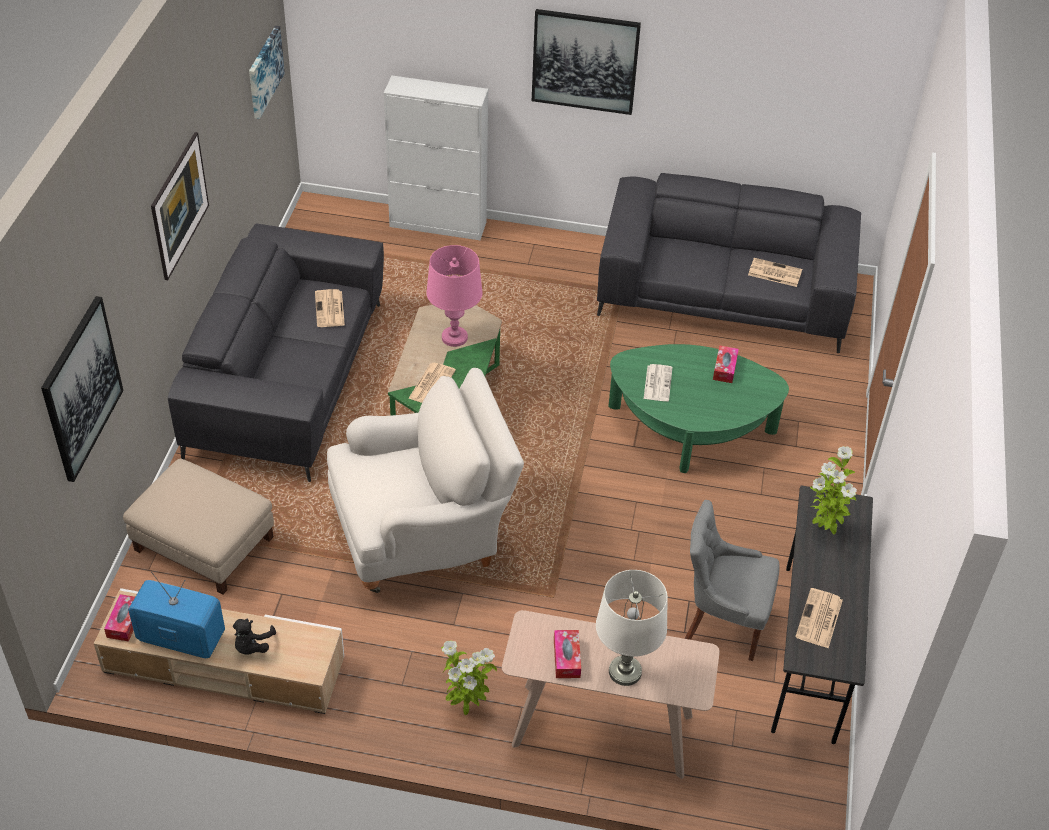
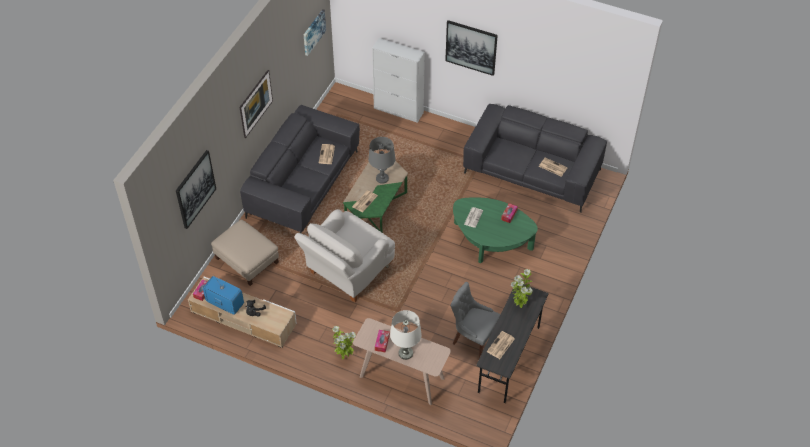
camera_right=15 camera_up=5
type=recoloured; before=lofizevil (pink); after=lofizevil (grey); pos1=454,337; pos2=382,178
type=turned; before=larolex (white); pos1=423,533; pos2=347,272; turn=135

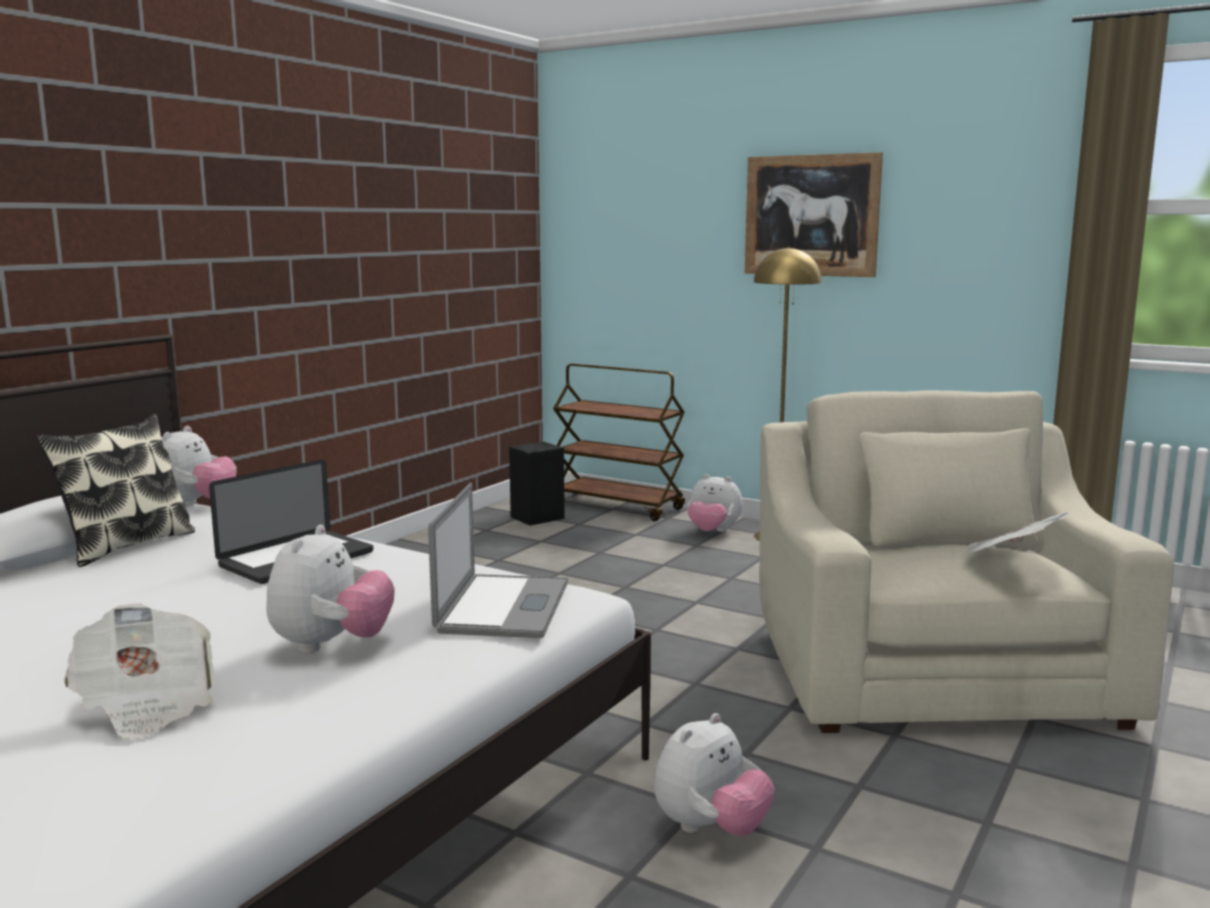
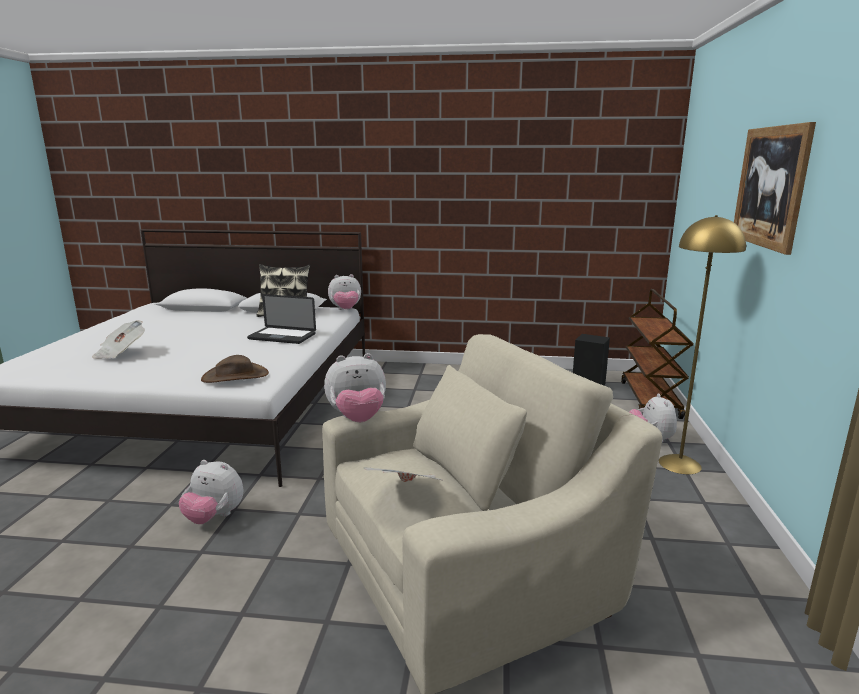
camera_right=65 camera_up=5
type=moved; before=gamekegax; pos1=331,645; pos2=357,419
type=replaced; before=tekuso; after=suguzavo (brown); pos1=504,606; pos2=235,376

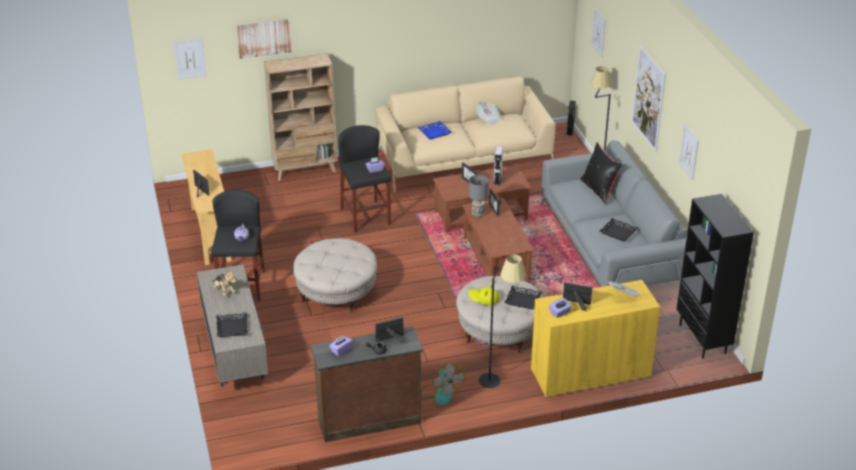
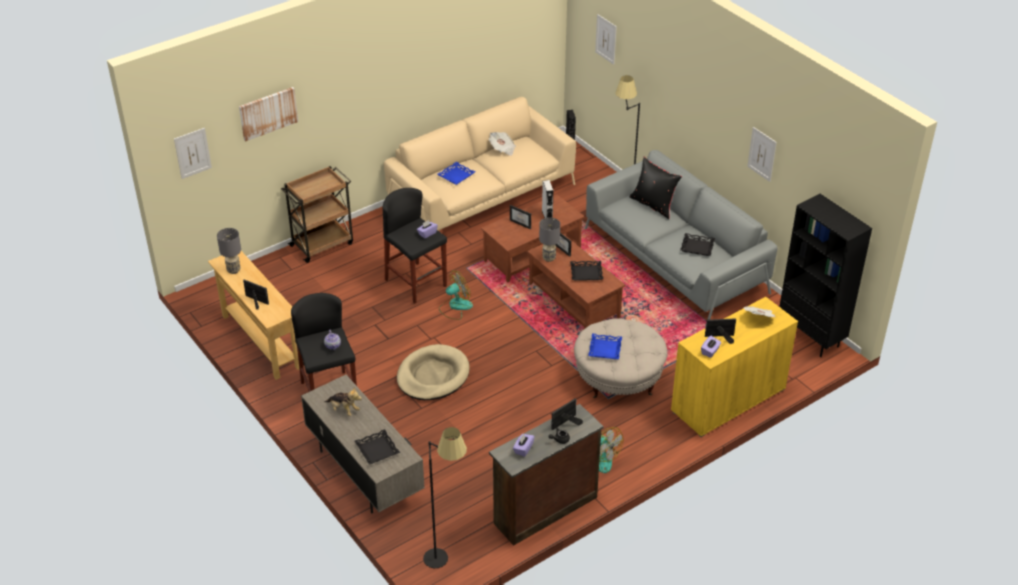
camera_right=-20 camera_up=5
type=removed; before=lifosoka; pos1=648,98
type=added; after=lofizevil (grey); pos2=233,270
type=added; after=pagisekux; pos2=455,306
type=moved; before=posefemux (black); pos1=499,380; pos2=446,554
type=moved; before=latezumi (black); pos1=523,300; pos2=586,273
type=replaced; before=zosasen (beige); after=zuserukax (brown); pos1=305,170; pos2=323,244
type=replaced; before=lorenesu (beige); after=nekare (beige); pos1=336,292; pos2=433,375
type=replaced; before=suguzavo (yellow); after=latezumi (blue); pos1=484,298; pos2=605,349

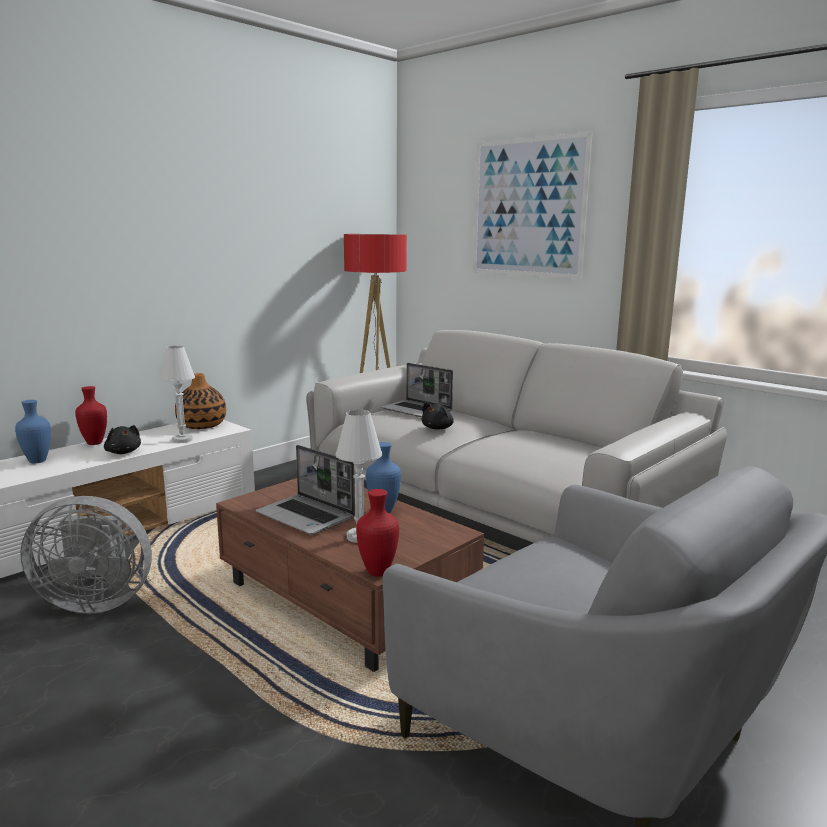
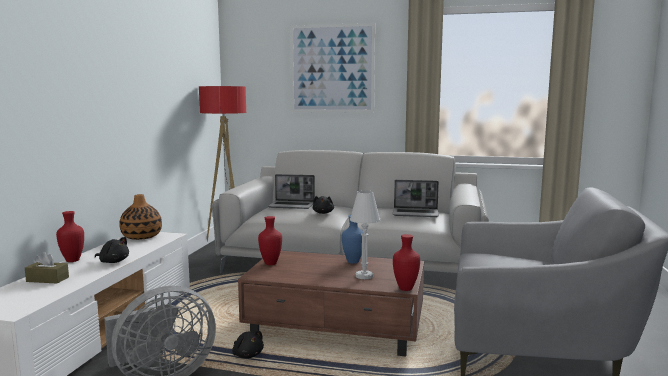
camera_right=-30 camera_up=-5
type=removed; before=lofizevil (white); pos1=182,440
type=added; after=gamekegax (black); pos2=247,355
type=added; after=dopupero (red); pos2=270,263
type=moved; before=tekuso; pos1=307,516; pos2=416,213
type=replaced; before=dopupero (blue); after=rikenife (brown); pos1=38,461; pos2=47,279

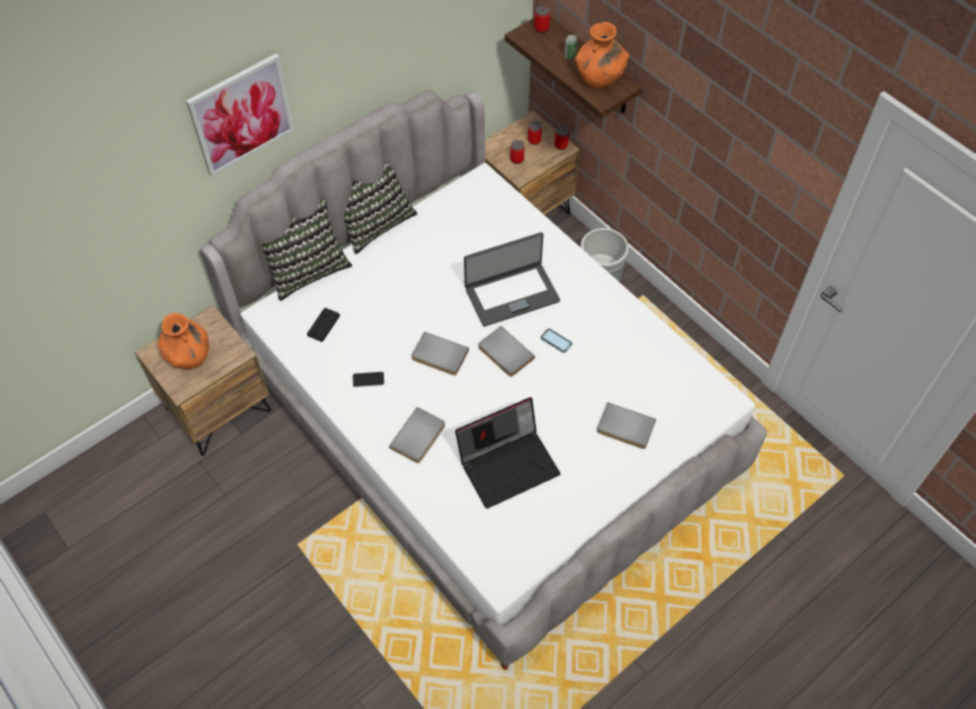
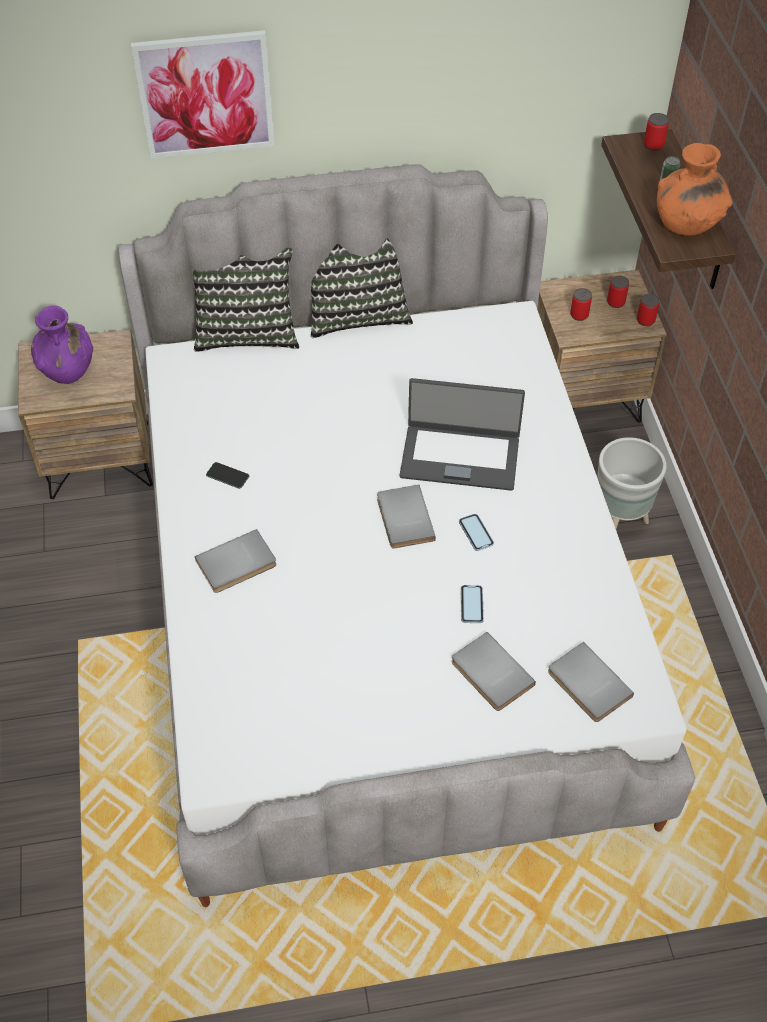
camera_right=30 camera_up=-5
type=removed; before=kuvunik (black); pos1=323,325
type=removed; before=tekuso; pos1=509,464
type=added; after=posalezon; pos2=471,605
type=moved; before=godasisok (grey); pos1=439,356; pos2=587,685
type=recoloured; before=dopupero (orange); after=dopupero (purple); pos1=189,356; pos2=67,370

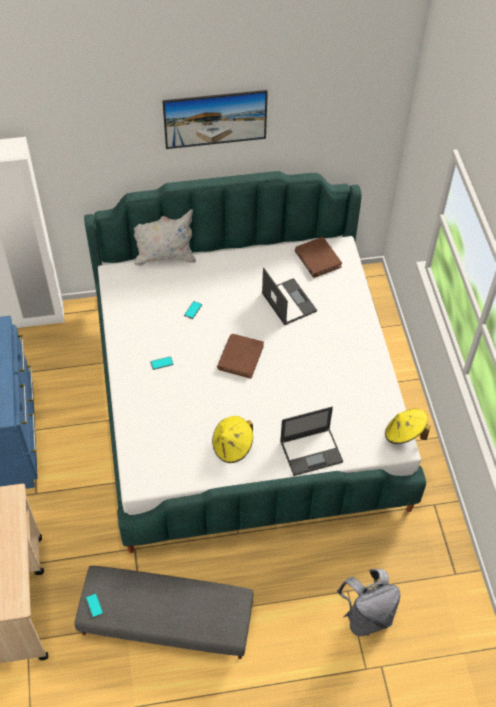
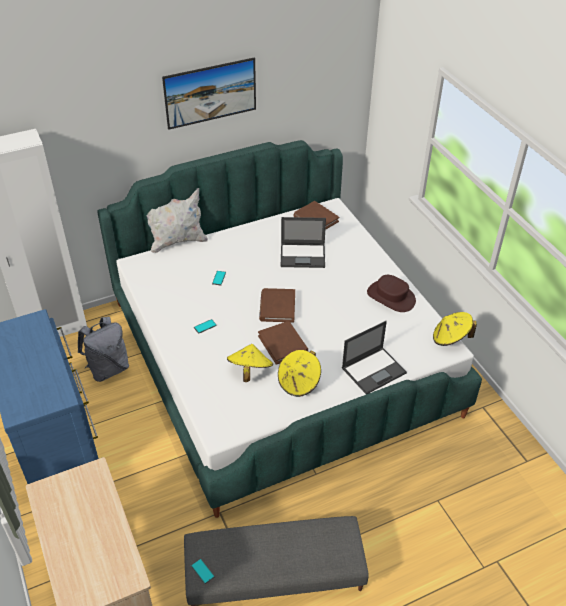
camera_right=-15 camera_up=-10
type=added; after=suguzavo (yellow); pos2=249,371
type=added; after=godasisok (brown); pos2=283,344
type=added; after=suguzavo (brown); pos2=391,297
type=moved; before=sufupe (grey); pos1=366,616; pos2=108,369
type=turned; before=tekuso; pos1=288,301; pos2=303,255; turn=135

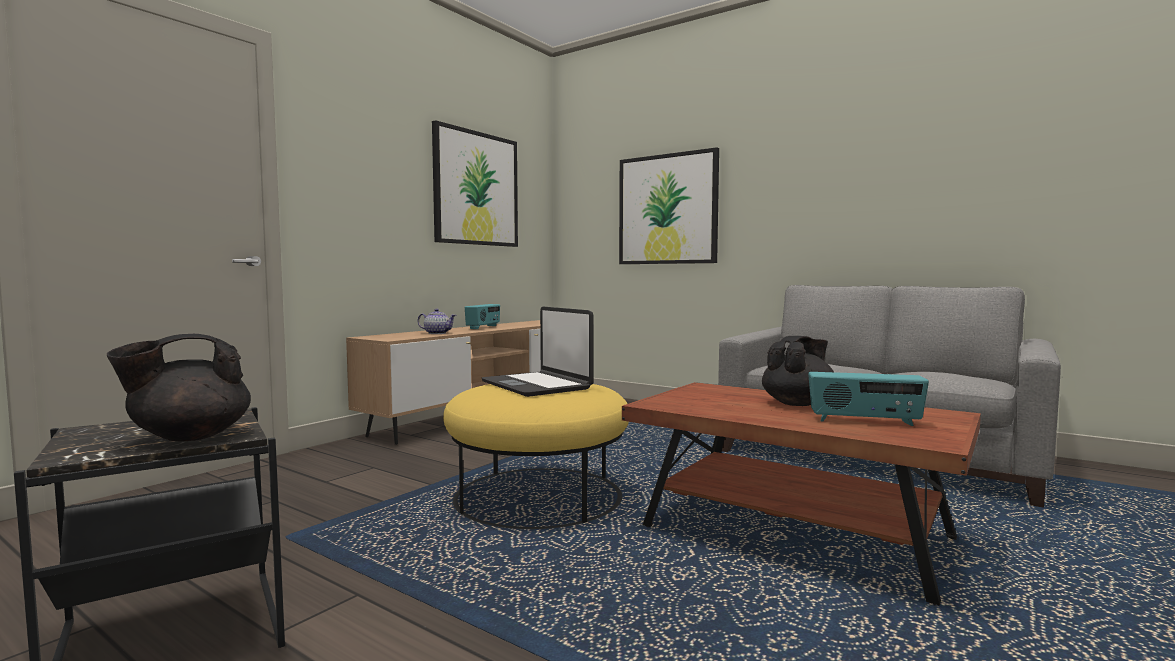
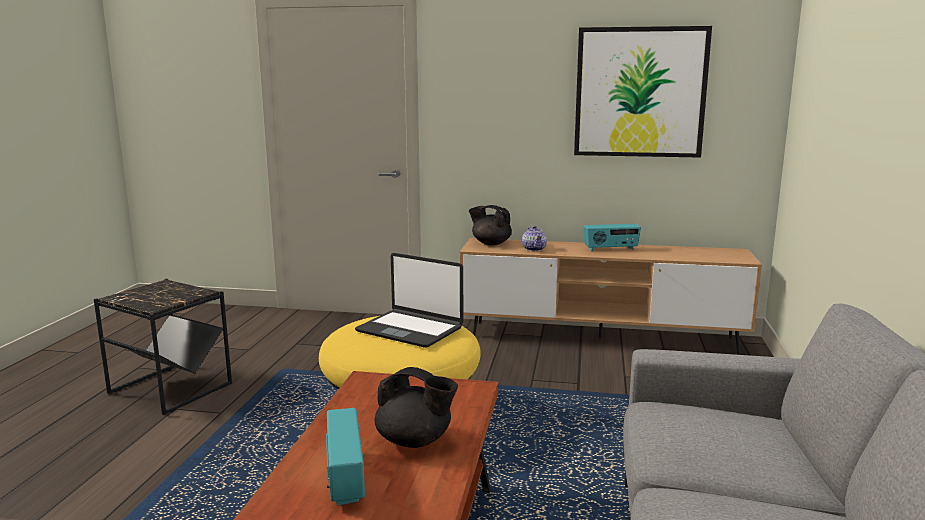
camera_right=65 camera_up=10
type=removed; before=lifosoka; pos1=667,209
type=moved; before=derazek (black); pos1=189,436; pos2=490,243
type=turned; before=tekuso; pos1=537,385; pos2=410,329; turn=-90

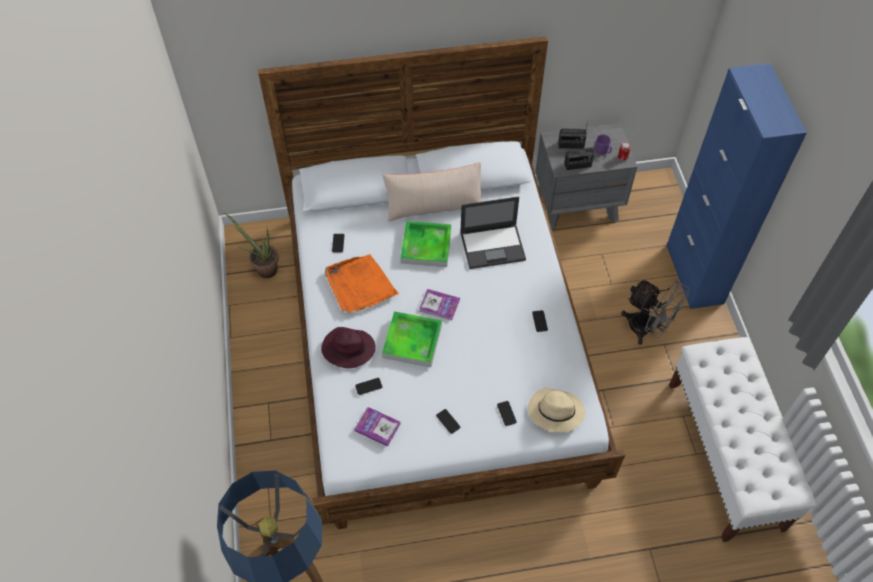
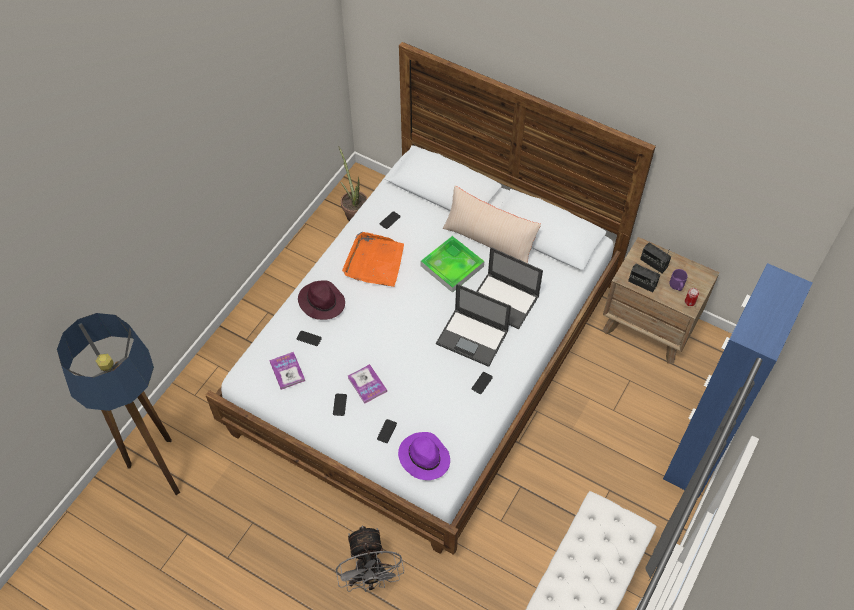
camera_right=40 camera_up=0
type=removed; before=latezumi; pos1=412,341
type=added; after=tekuso; pos2=473,337
type=moved; before=godasisok; pos1=439,305; pos2=367,384
type=moved; before=pagisekux (grey); pos1=647,329; pos2=370,577
type=recoloured; before=suguzavo (beige); after=suguzavo (purple); pos1=554,411; pos2=423,457
type=recoloured; before=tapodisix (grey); after=tapodisix (brown); pos1=577,205; pos2=649,327

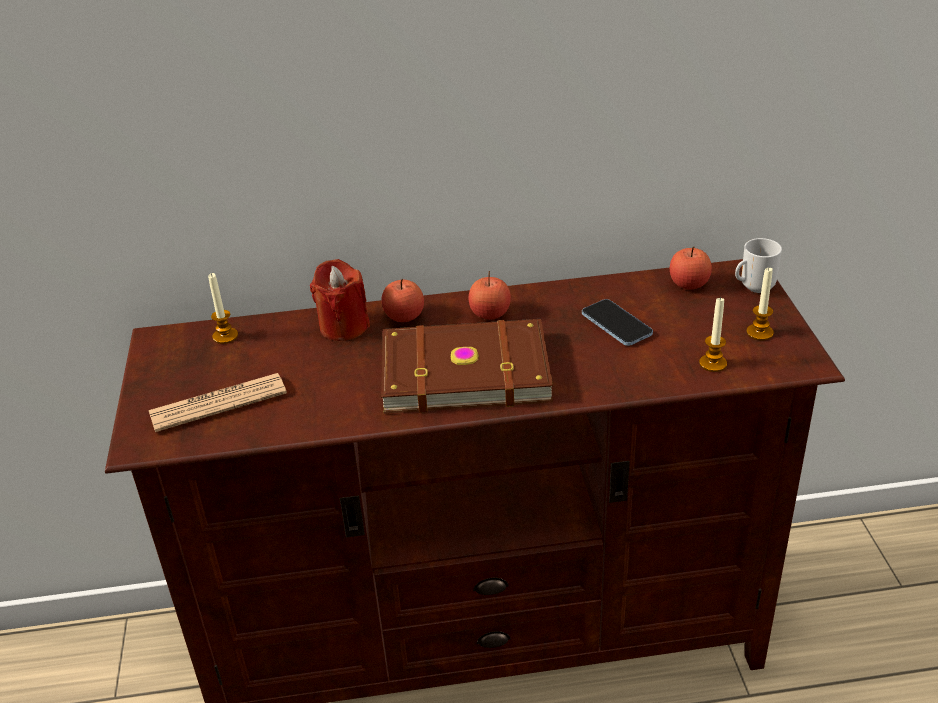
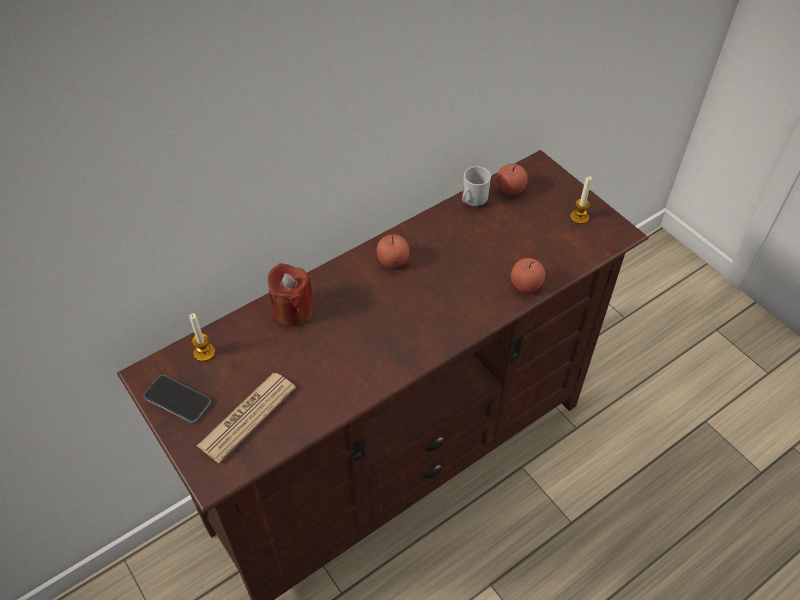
camera_right=-30 camera_up=15
type=removed; before=godasisok (brown); pos1=464,370
type=removed; before=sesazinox; pos1=713,363
type=moved; before=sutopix; pos1=404,316; pos2=526,285
type=moved; before=posalezon; pos1=616,324; pos2=177,400
type=moved; before=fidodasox; pos1=754,287; pos2=472,202

